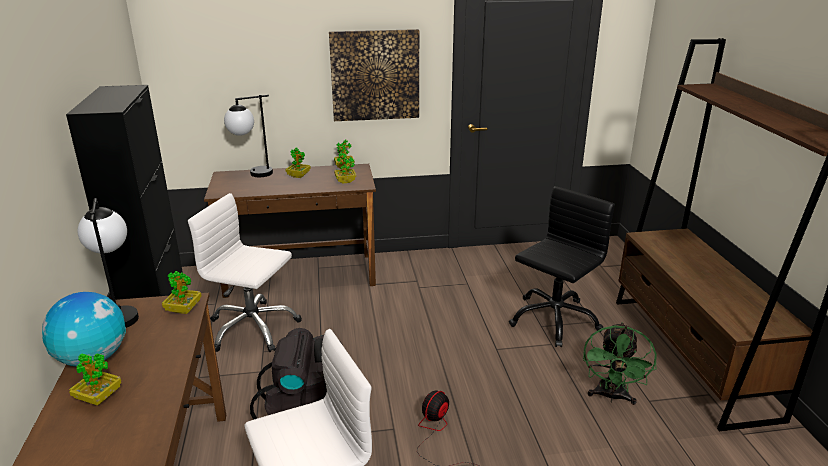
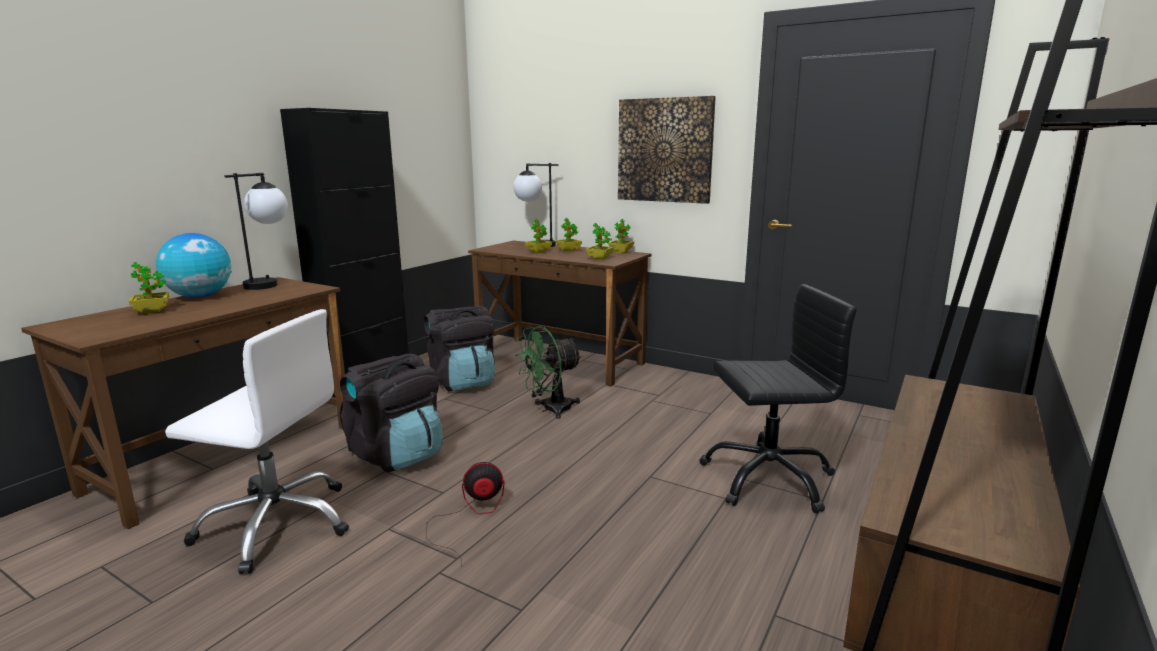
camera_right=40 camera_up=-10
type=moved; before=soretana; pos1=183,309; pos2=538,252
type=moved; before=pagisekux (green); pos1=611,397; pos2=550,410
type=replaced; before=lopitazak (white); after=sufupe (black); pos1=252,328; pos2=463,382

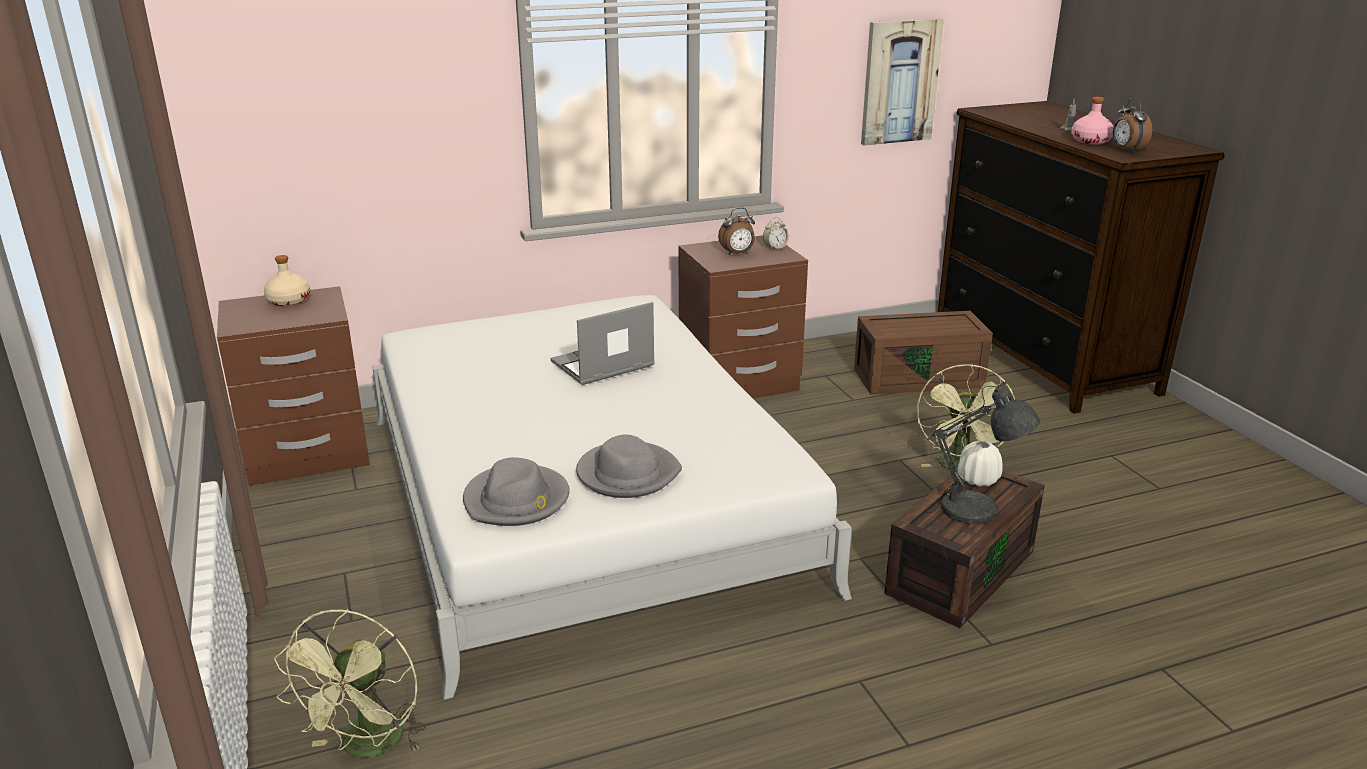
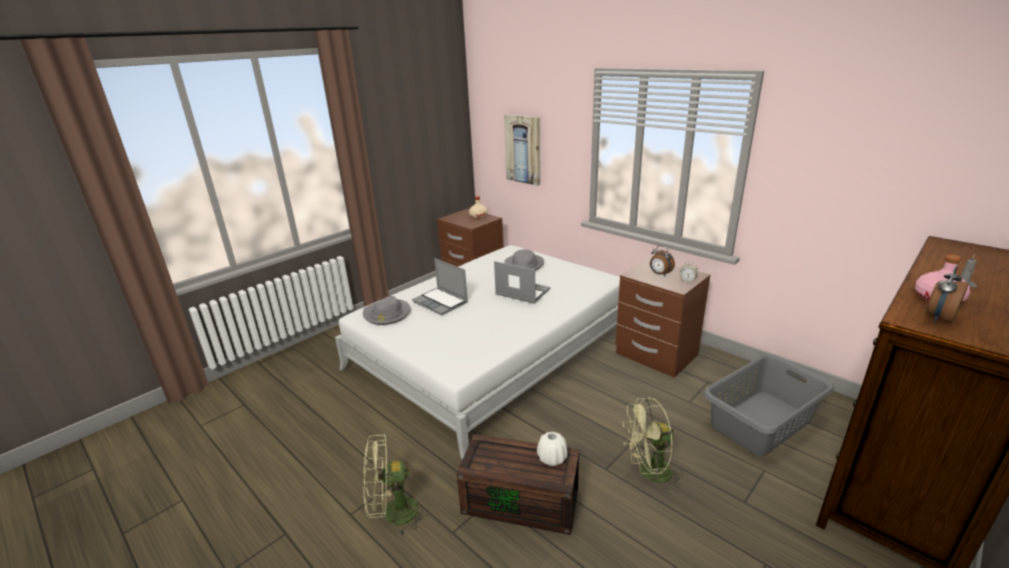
camera_right=65 camera_up=0
type=removed; before=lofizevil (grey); pos1=976,511
type=added; after=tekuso; pos2=441,302
type=moved; before=pagisekux (green); pos1=368,747; pos2=393,514
type=moved; before=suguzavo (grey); pos1=627,474; pos2=524,264
type=moved; before=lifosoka; pos1=899,82; pos2=523,149
type=replaced; before=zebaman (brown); after=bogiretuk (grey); pos1=919,377; pos2=762,422

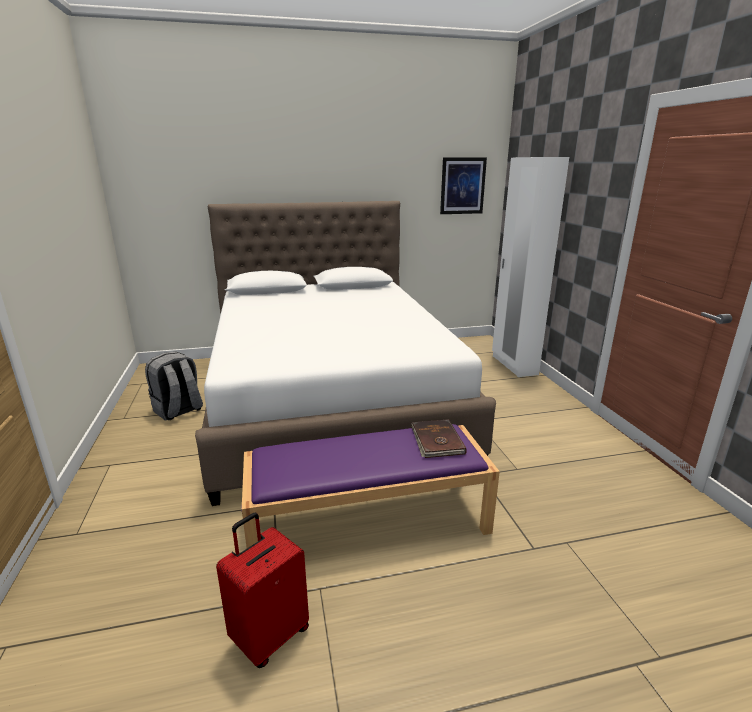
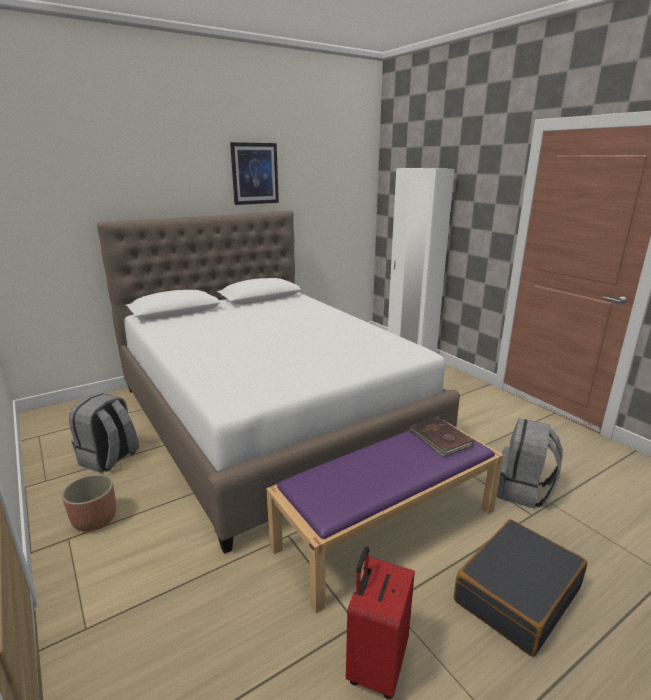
camera_right=-20 camera_up=0
type=added; after=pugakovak; pos2=95,520
type=added; after=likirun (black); pos2=516,594
type=added; after=sufupe (grey); pos2=523,491
type=moved; before=lifosoka; pos1=462,186; pos2=255,173

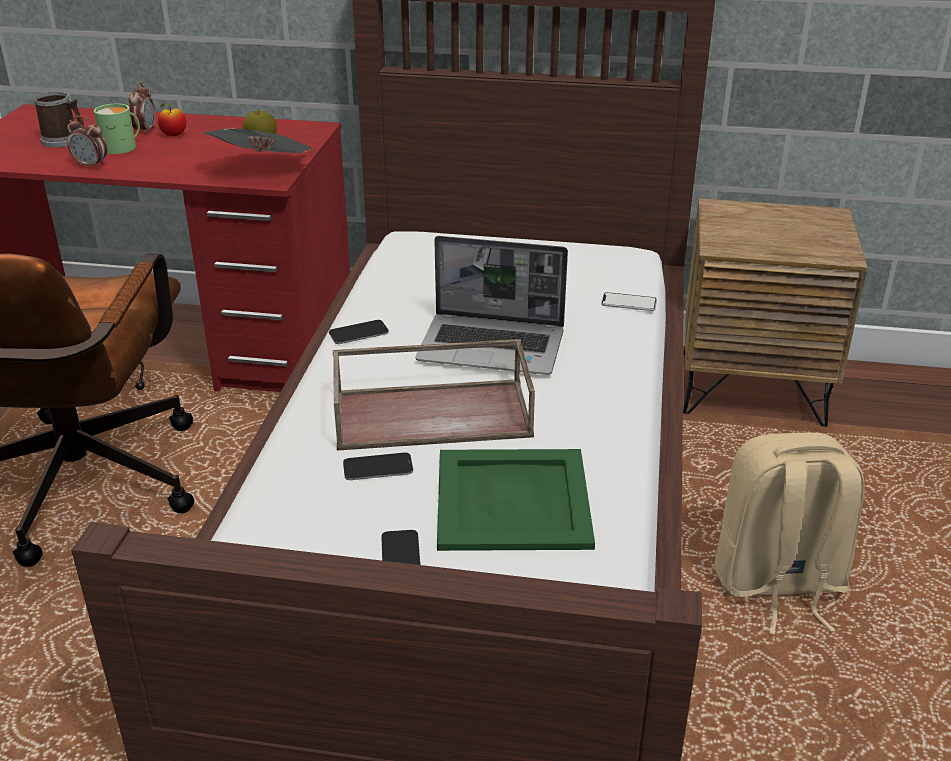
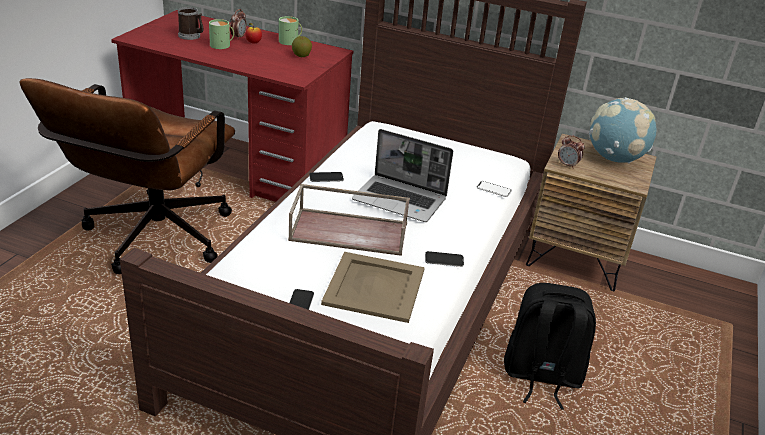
camera_right=10 camera_up=0
type=removed; before=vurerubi; pos1=265,170
type=added; after=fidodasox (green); pos2=290,41
type=added; after=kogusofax; pos2=615,158
type=moved; before=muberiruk; pos1=91,166; pos2=567,165
type=moved; before=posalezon; pos1=378,468; pos2=444,260
type=recoloured; before=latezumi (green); after=latezumi (beige); pos1=514,500; pos2=375,287
type=recoloured; before=sufupe (beige); after=sufupe (black); pos1=778,585; pos2=541,376

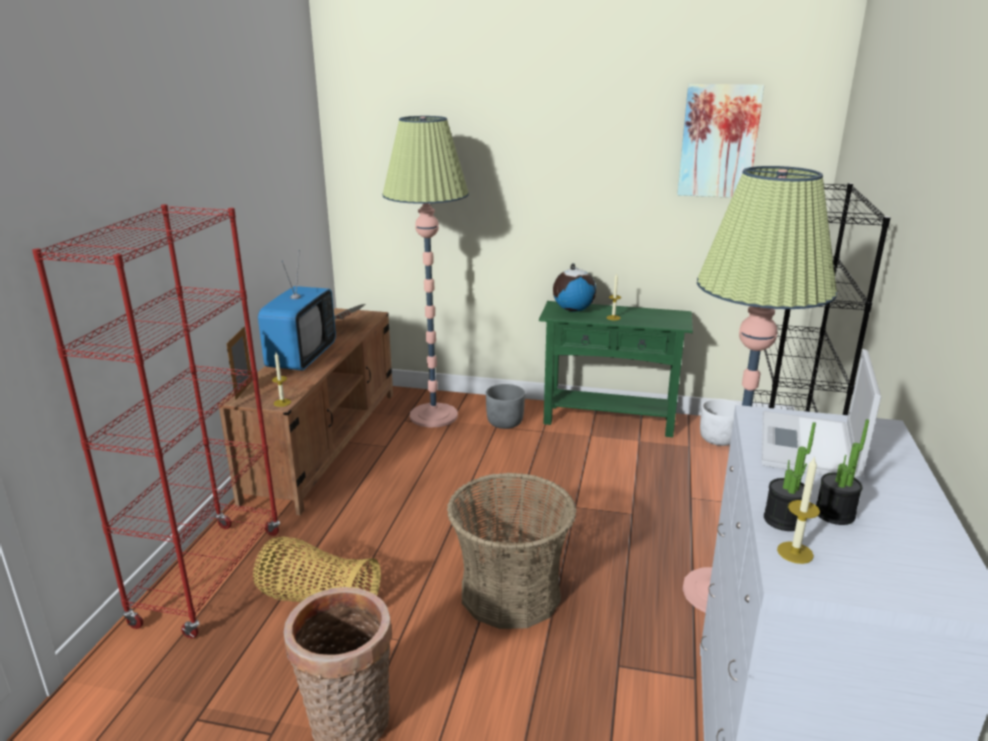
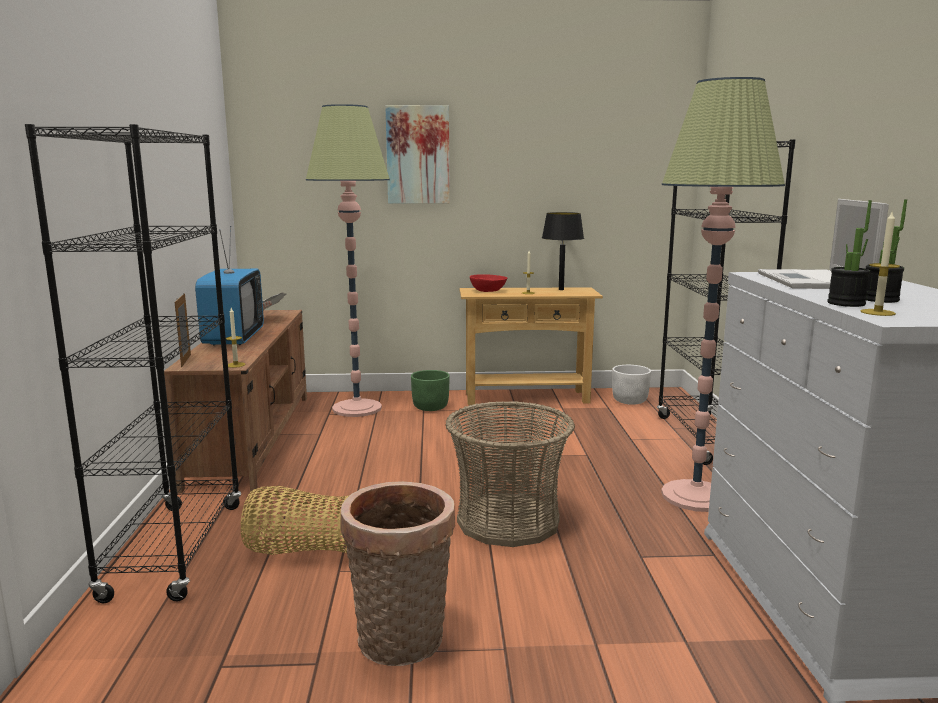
camera_right=-15 camera_up=-10
type=added; after=lofizevil (black); pos2=561,289
type=moved; before=lifosoka; pos1=719,141; pos2=418,155
type=replaced; before=kogusofax; after=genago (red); pos1=573,310; pos2=488,291
type=recoloured; before=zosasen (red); after=zosasen (black); pos1=210,577; pos2=175,550
type=recoloured; before=pugakovak (grey); after=pugakovak (green); pos1=505,422; pos2=430,407
type=recoloured; before=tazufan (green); after=tazufan (beige); pos1=609,420; pos2=526,397

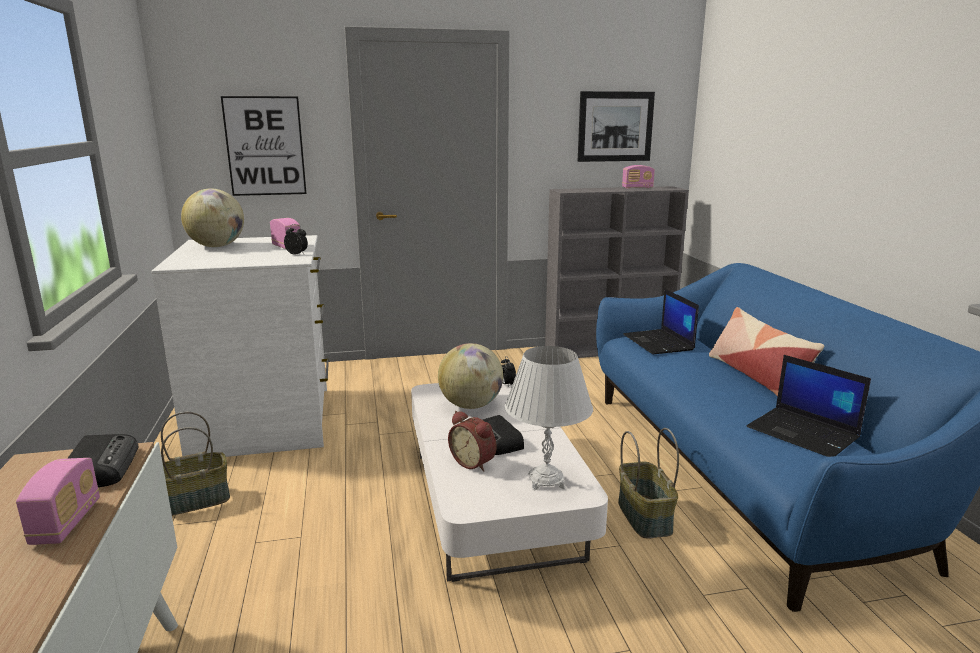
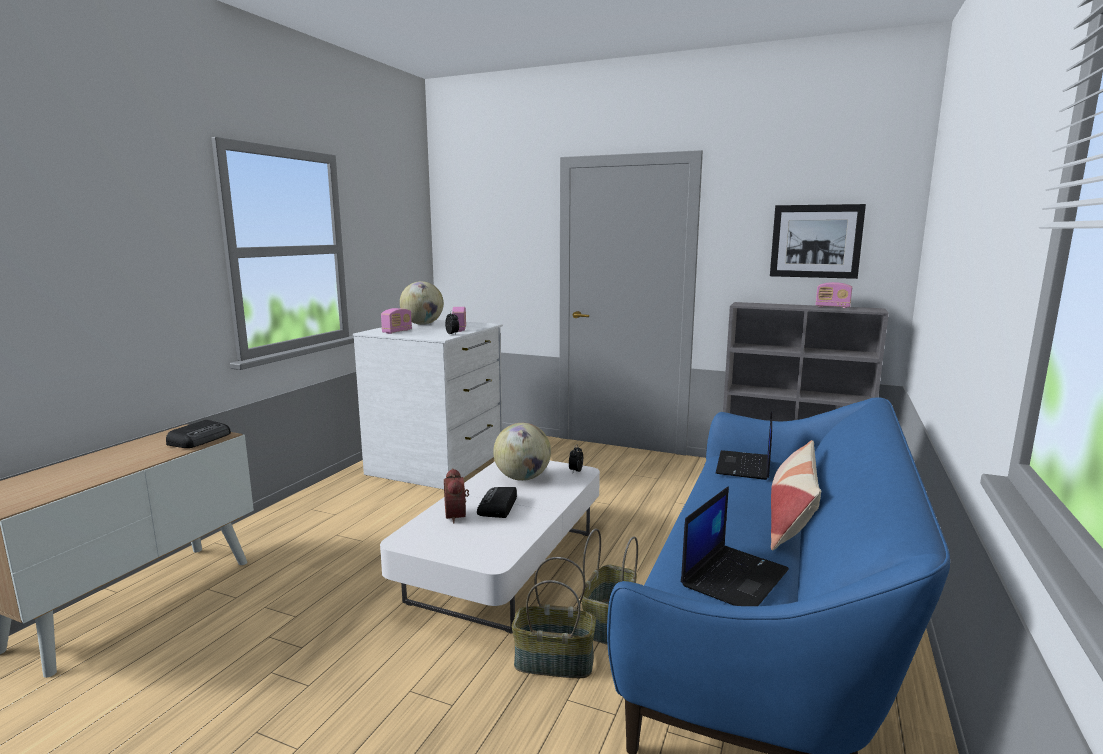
camera_right=35 camera_up=-5
type=removed; before=lifosoka; pos1=265,146
type=removed; before=lofizevil (white); pos1=546,481
type=moved; before=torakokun; pos1=66,522; pos2=397,331
type=moved; before=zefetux; pos1=193,502; pos2=553,663
type=turned; before=tekuso; pos1=804,433; pos2=734,577; turn=-135

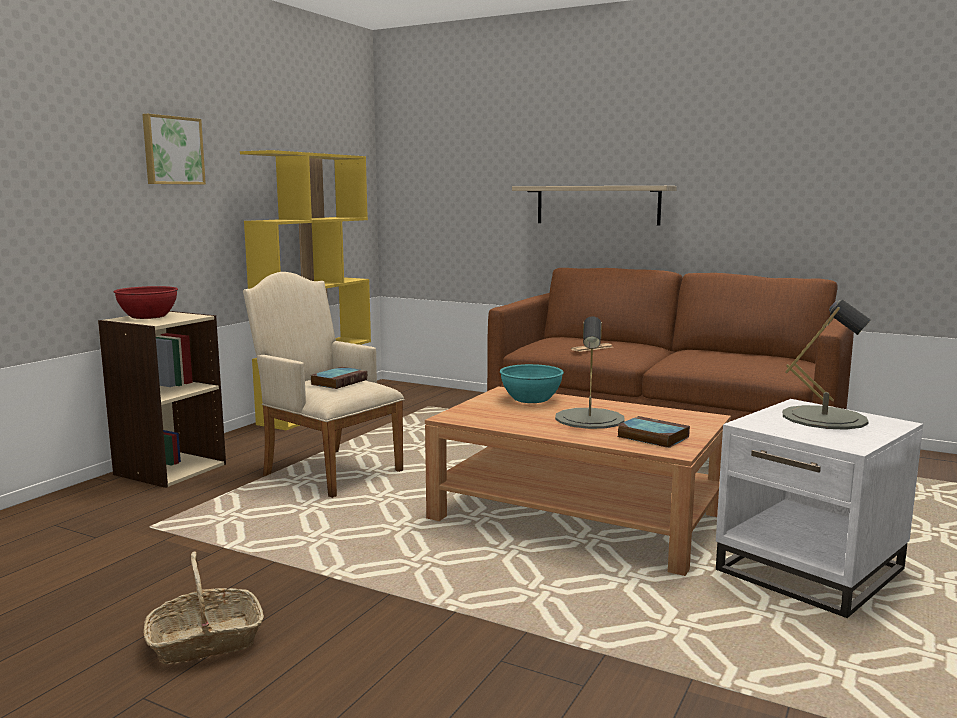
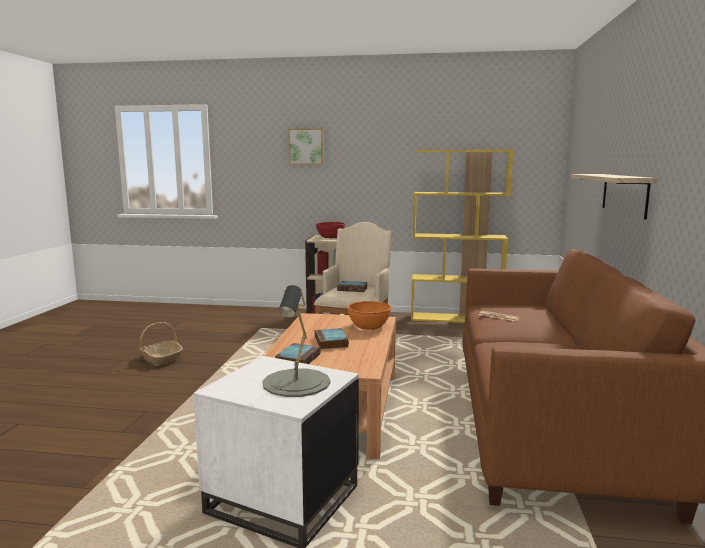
camera_right=70 camera_up=0
type=moved; before=lifosoka; pos1=172,150; pos2=306,146
type=replaced; before=lofizevil (grey); after=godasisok; pos1=590,418; pos2=331,342
type=recoloured; before=genago (turquoise); after=genago (orange); pos1=530,399; pos2=368,326

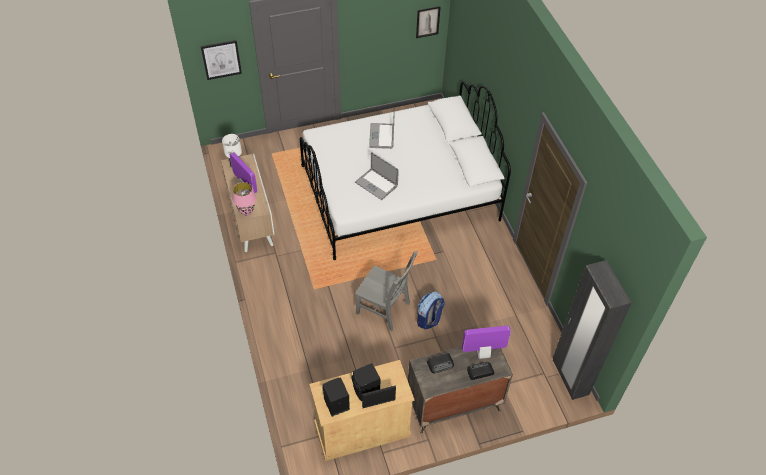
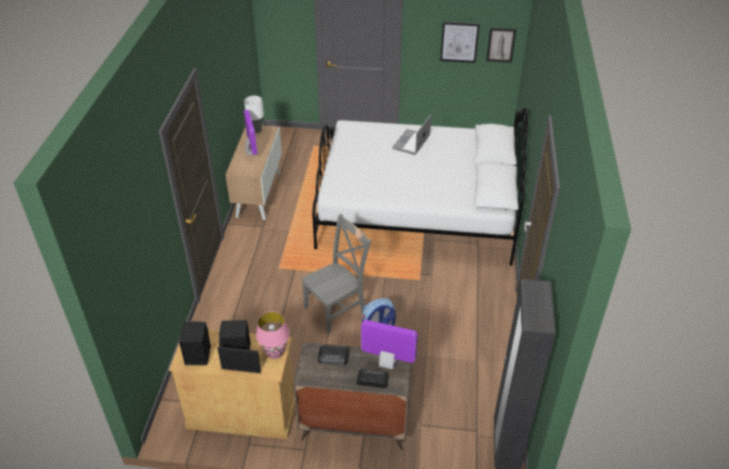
camera_right=25 camera_up=-10
type=removed; before=tekuso; pos1=376,184
type=moved; before=lifosoka; pos1=221,59; pos2=459,42
type=moved; before=lofizevil (pink); pos1=246,212; pos2=275,353
type=turned; before=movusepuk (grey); pos1=385,309; pos2=337,308; turn=-90

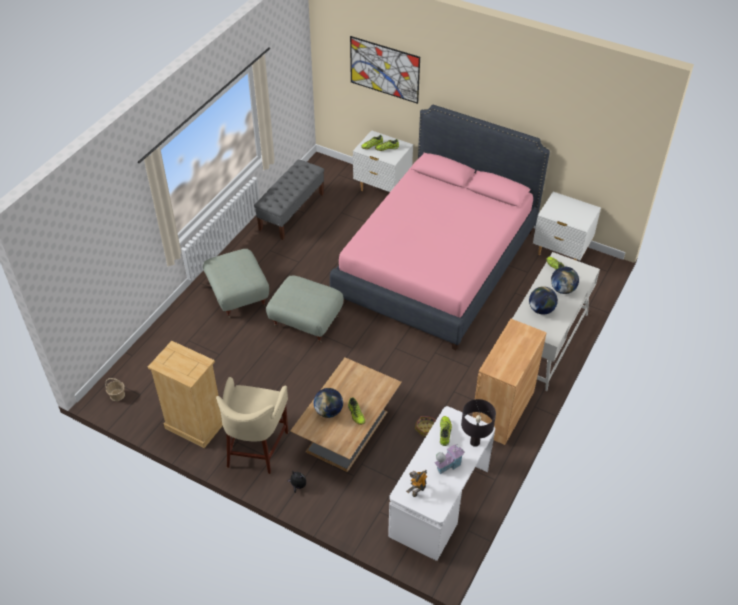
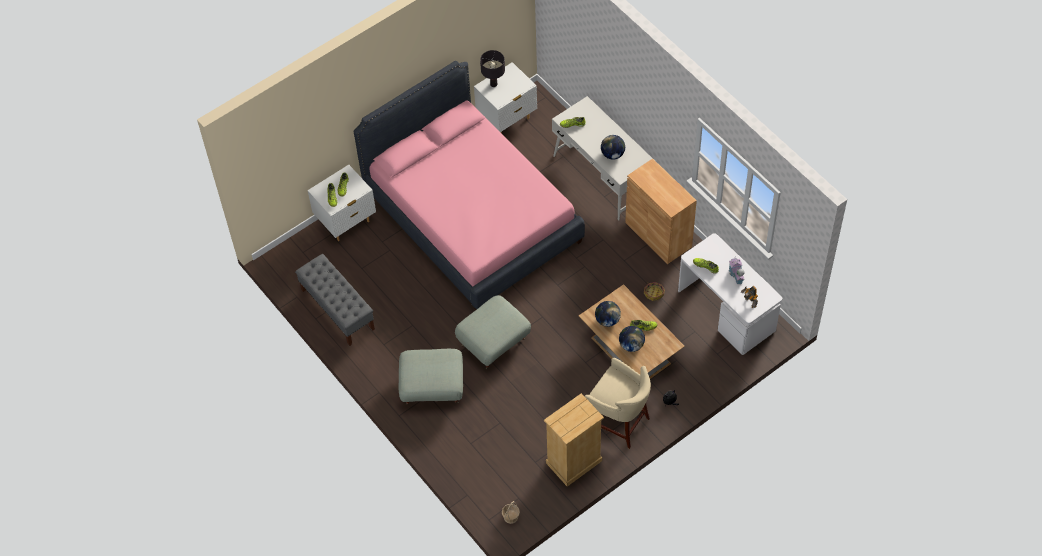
camera_right=-65 camera_up=10
type=removed; before=lifosoka; pos1=384,69
type=moved; before=lofizevil (black); pos1=475,442; pos2=493,84
type=moved; before=kogusofax; pos1=562,289; pos2=607,320

